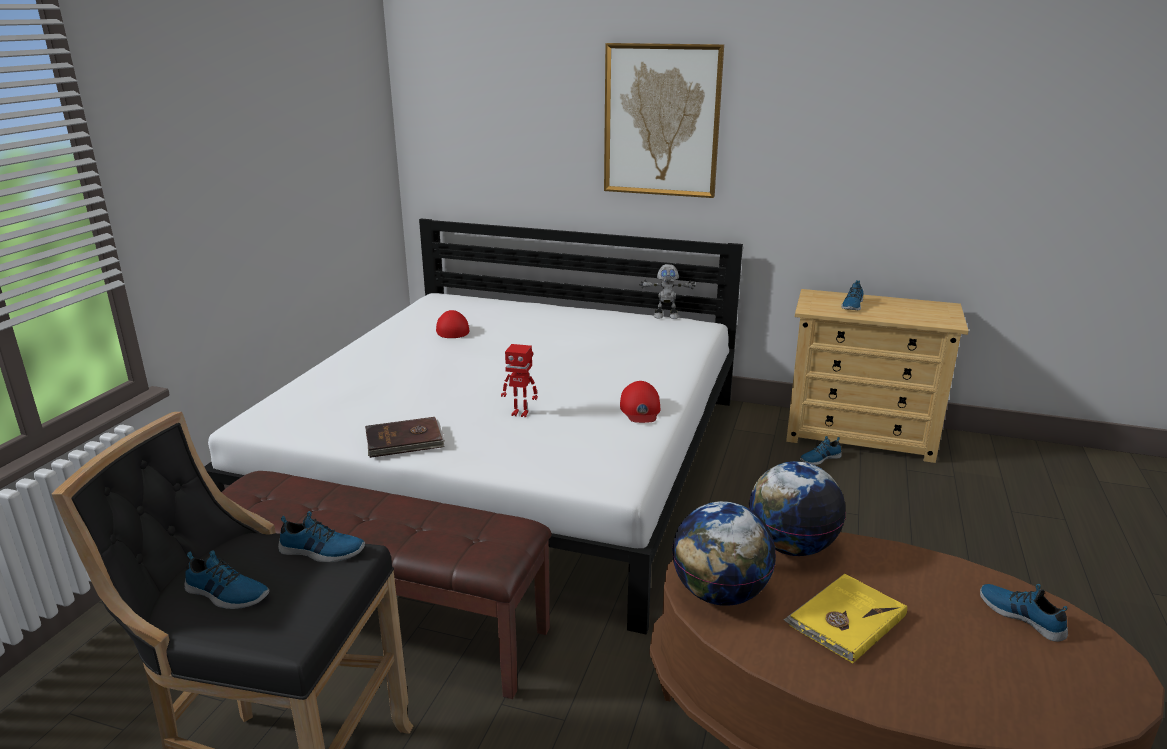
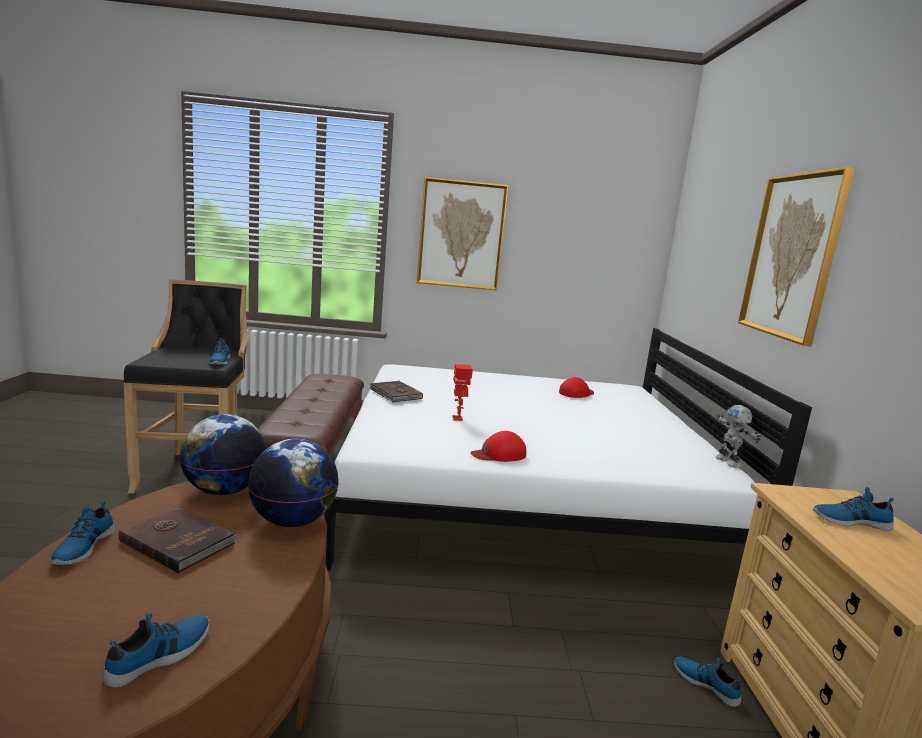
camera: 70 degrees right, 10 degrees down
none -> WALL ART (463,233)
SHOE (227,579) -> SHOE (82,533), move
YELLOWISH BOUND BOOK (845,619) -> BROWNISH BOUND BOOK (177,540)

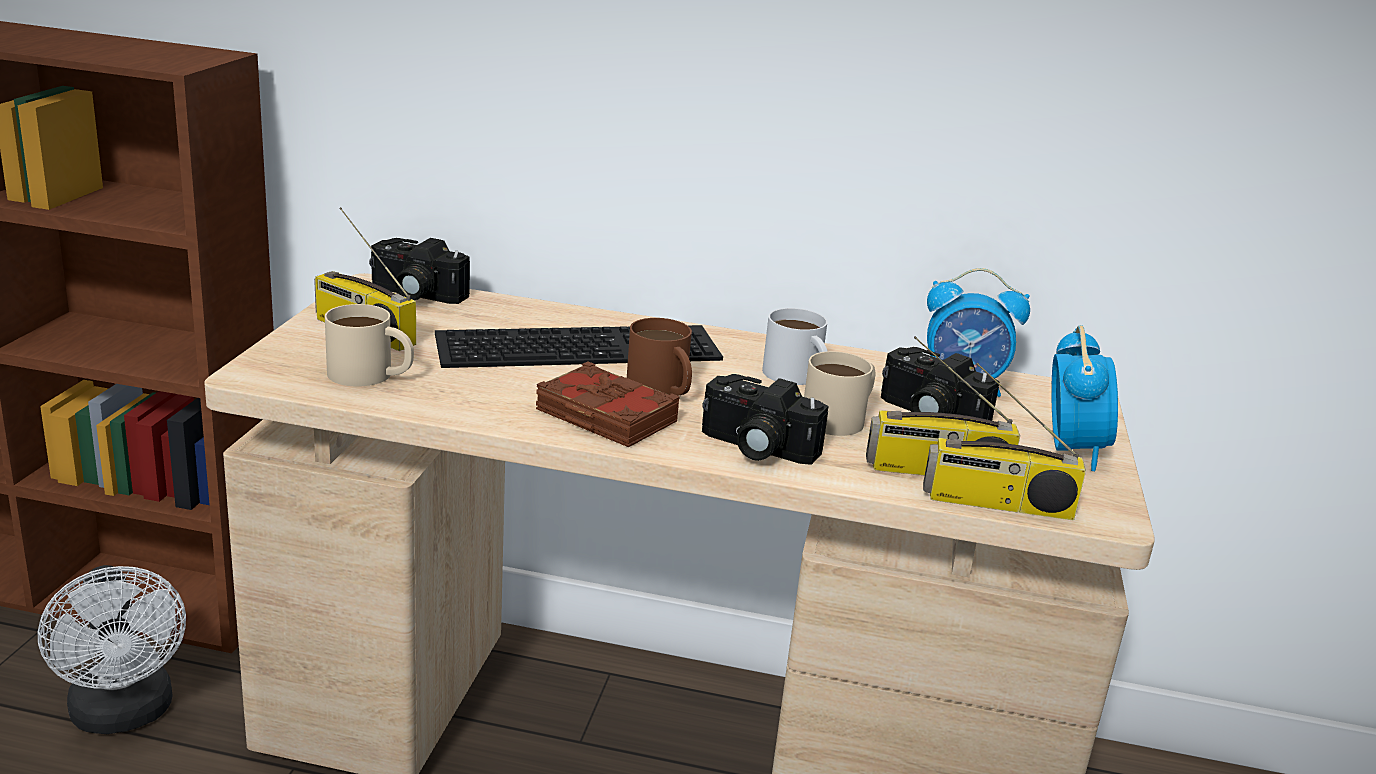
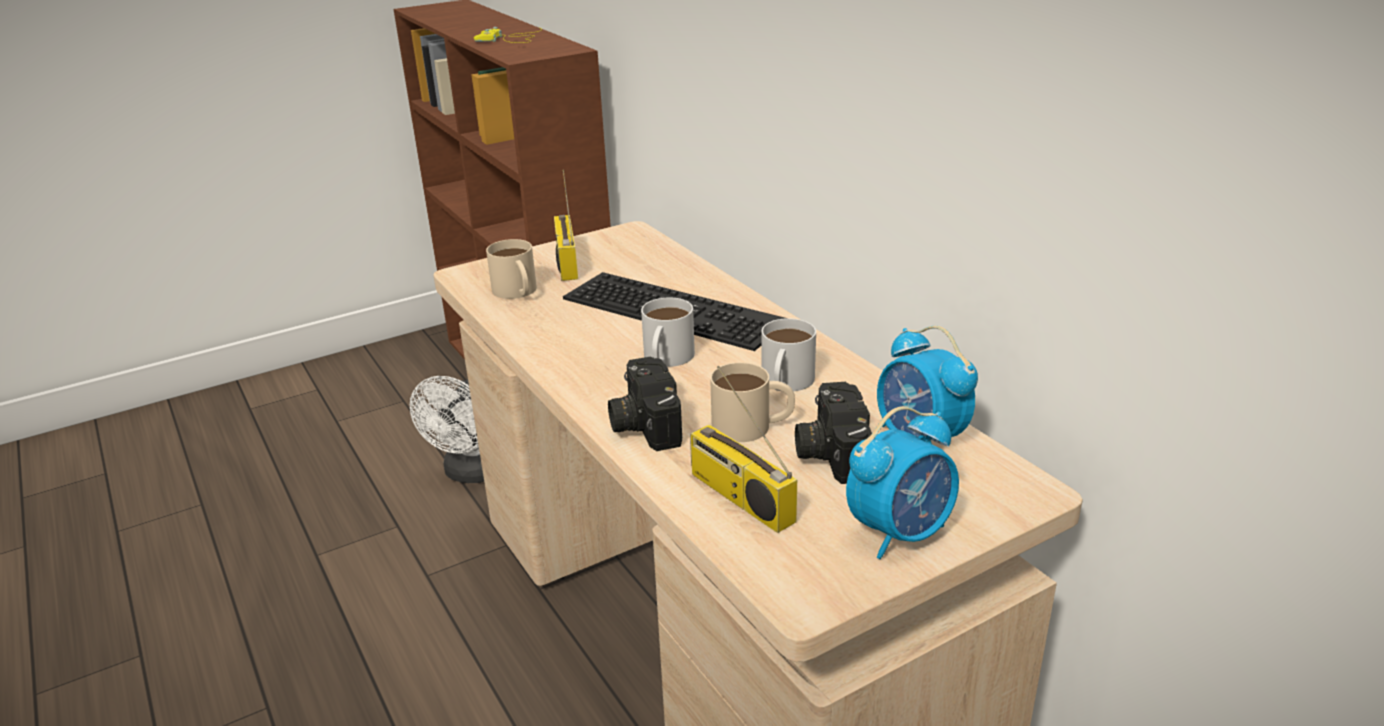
camera: 50 degrees right, 5 degrees up
STILL CAMERA (419,271) -> none
BROWNISH BOUND BOOK (608,404) -> none
RADIO SET (1004,441) -> none
none -> YELLOWISH GAMEPAD (507,35)
BROWNISH MUG (659,357) -> WHITE-COLOURED MUG (668,332)

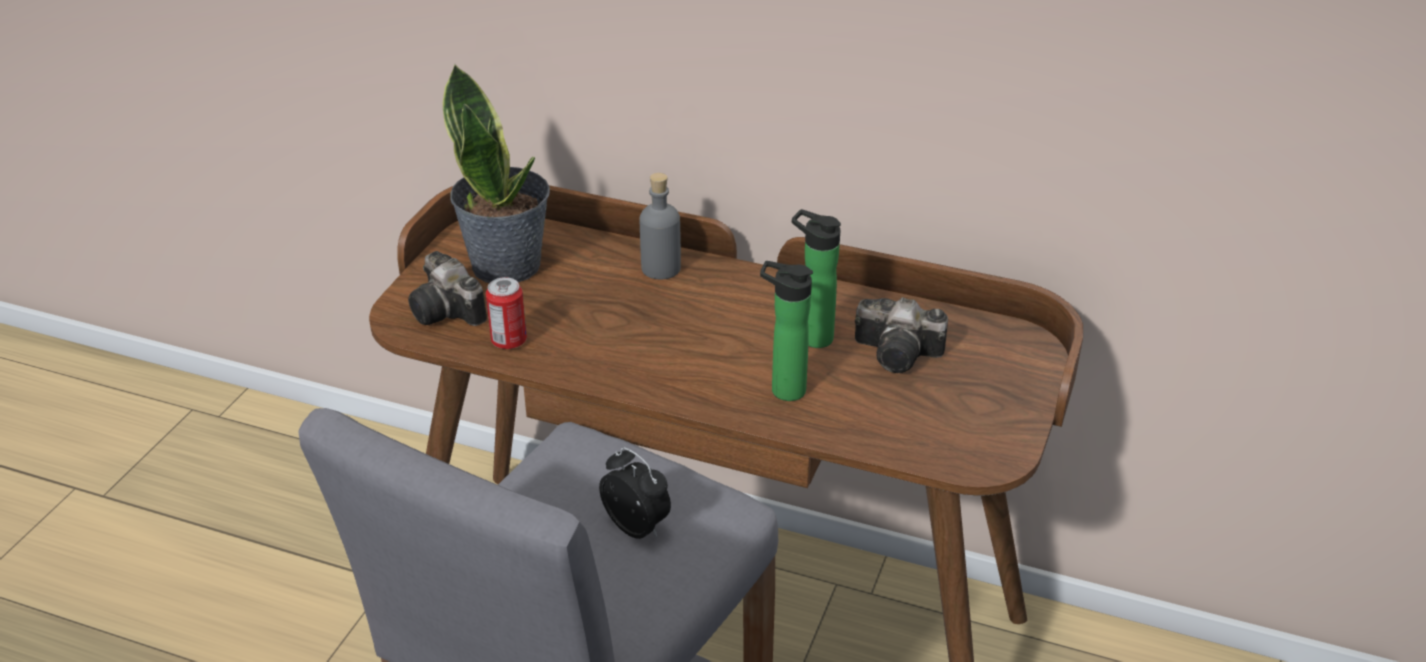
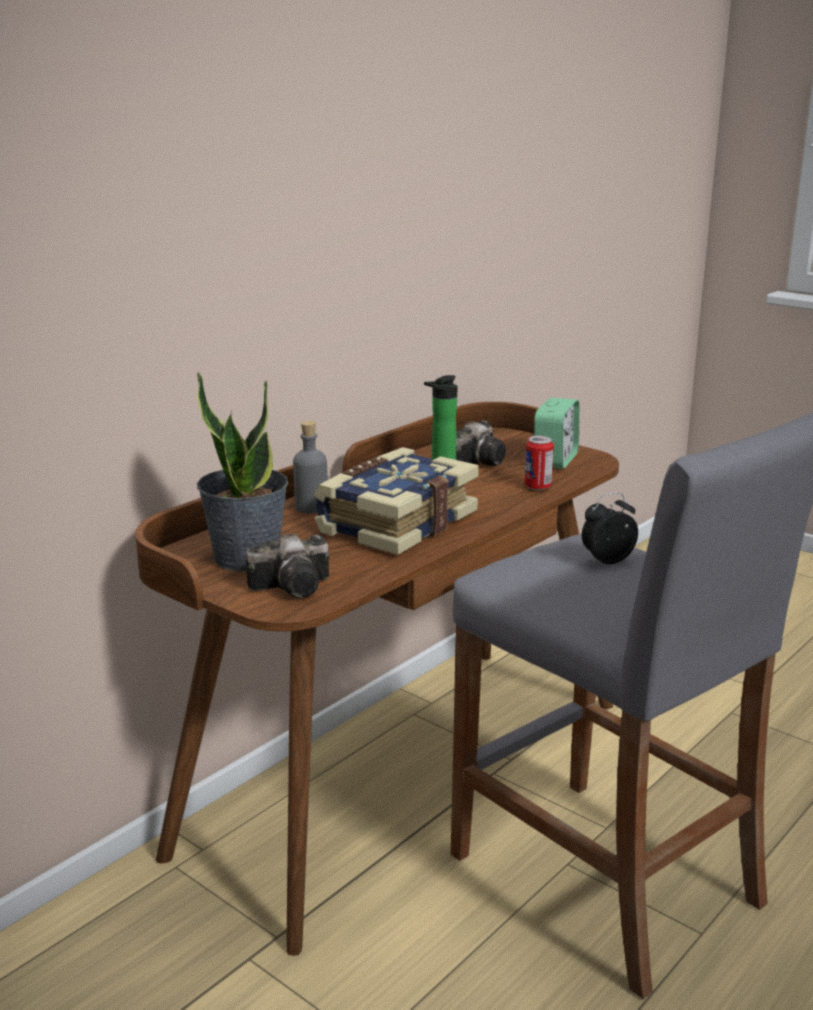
camera: 70 degrees left, 15 degrees down
BOTTLE (786,331) -> none
none -> BOUND BOOK (396,501)
none -> ALARM CLOCK (557,433)
CAN (506,313) -> CAN (539,463), move

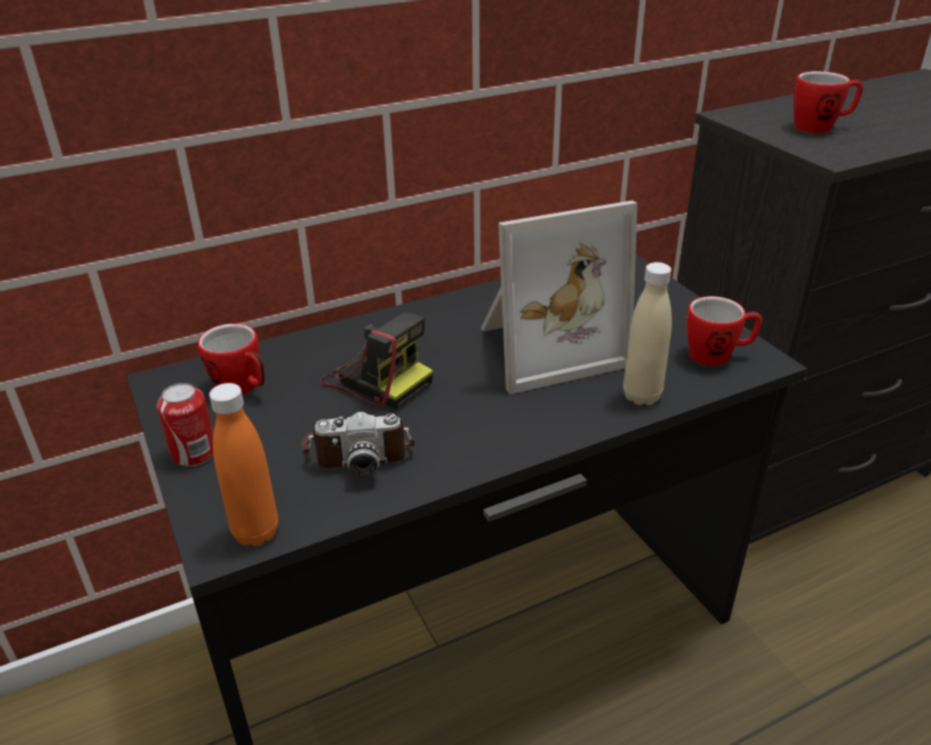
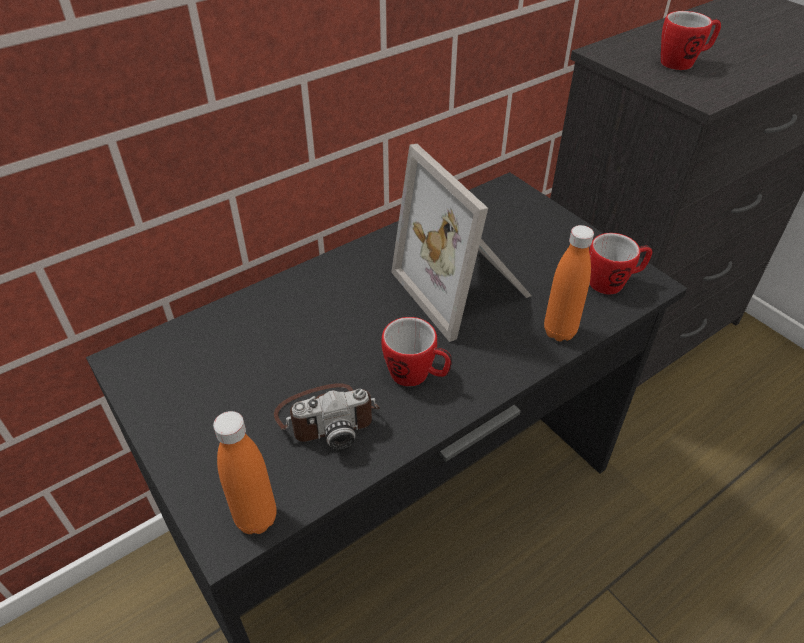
camera: 10 degrees left, 10 degrees up
CAN (185,425) -> none
STILL CAMERA (376,360) -> none
MUG (231,359) -> MUG (417,351), move
BEIGE-COLOURED BOTTLE (647,333) -> ORANGE BOTTLE (569,283)
STANDING FRAME (559,297) -> STANDING FRAME (461,243), 90 degrees clockwise

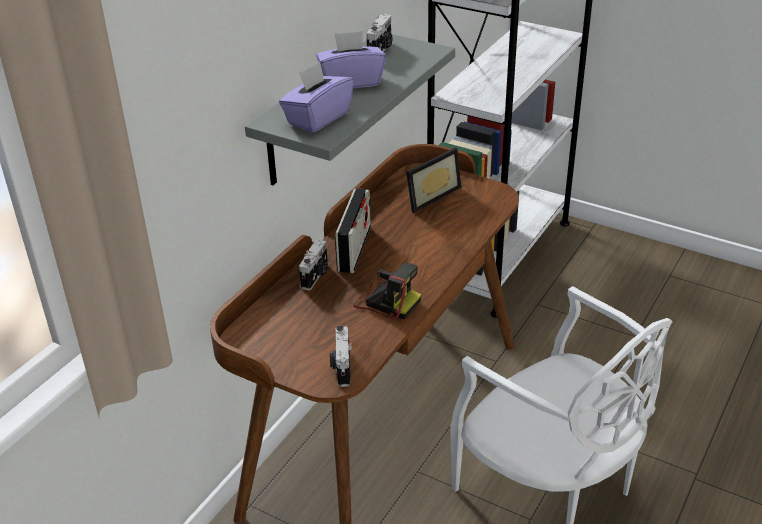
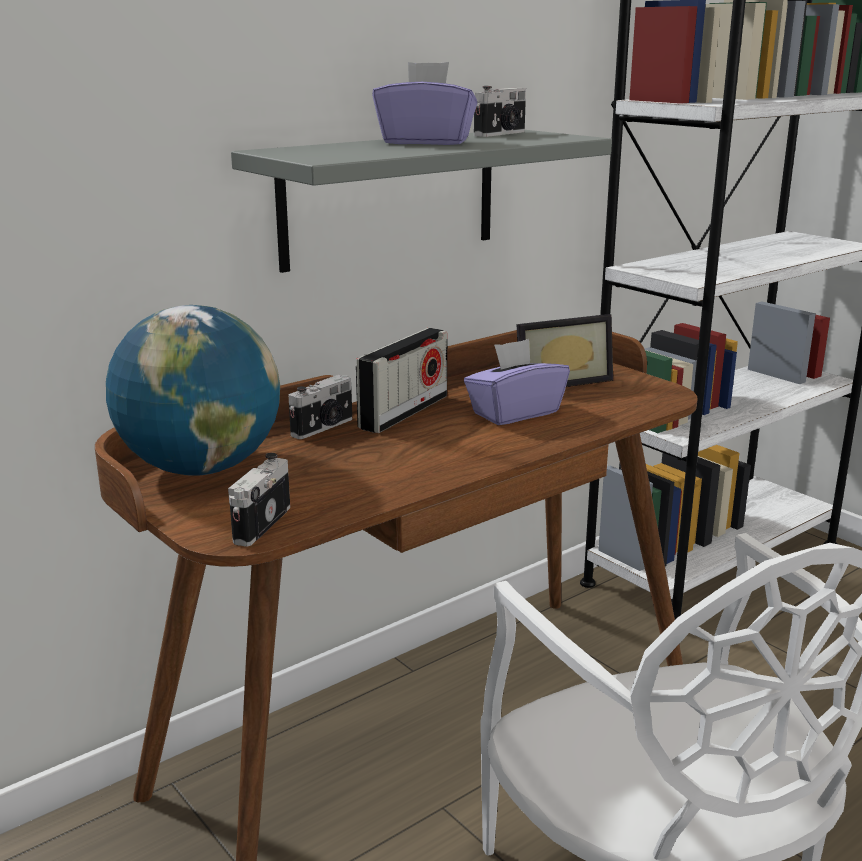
camera: 20 degrees right, 15 degrees down
STILL CAMERA (388,291) -> none
none -> GLOBE (193,390)
PURPLE BOX OF TISSUES (316,97) -> PURPLE BOX OF TISSUES (517,382), move

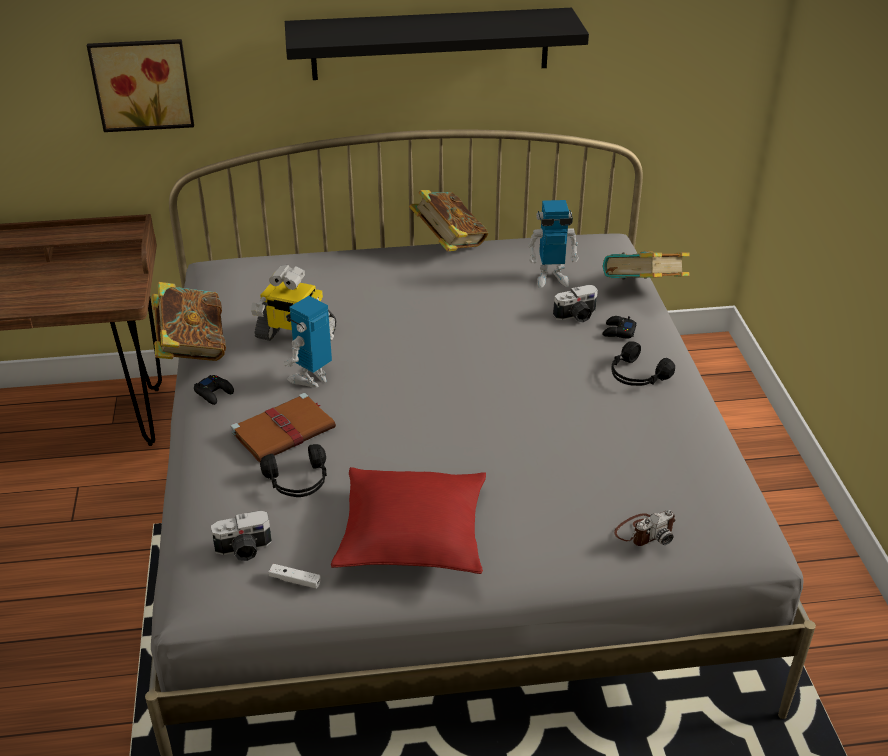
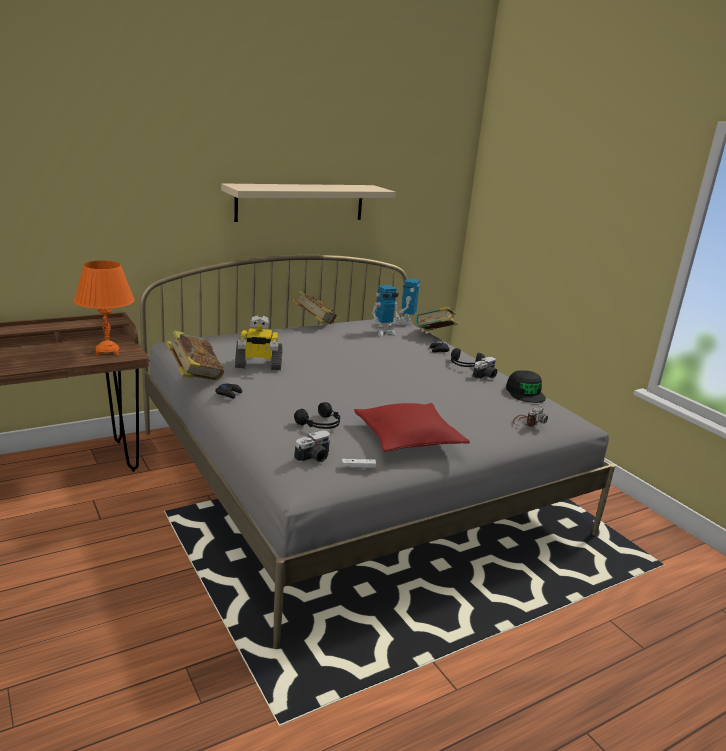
camera: 25 degrees left, 15 degrees down
WALL ART (140,85) -> none
BROWNISH BOUND BOOK (283,427) -> none
none -> ORANGE TABLETOP LAMP (104,308)
none -> BLACKISH PEAKED CAP (526,386)
ROBOT FIGURE (309,342) -> ROBOT FIGURE (407,301), move
STILL CAMERA (575,303) -> STILL CAMERA (485,368), move
BLACKISH WALL SHELF (437,44) -> BEIGE-COLOURED WALL SHELF (308,203)

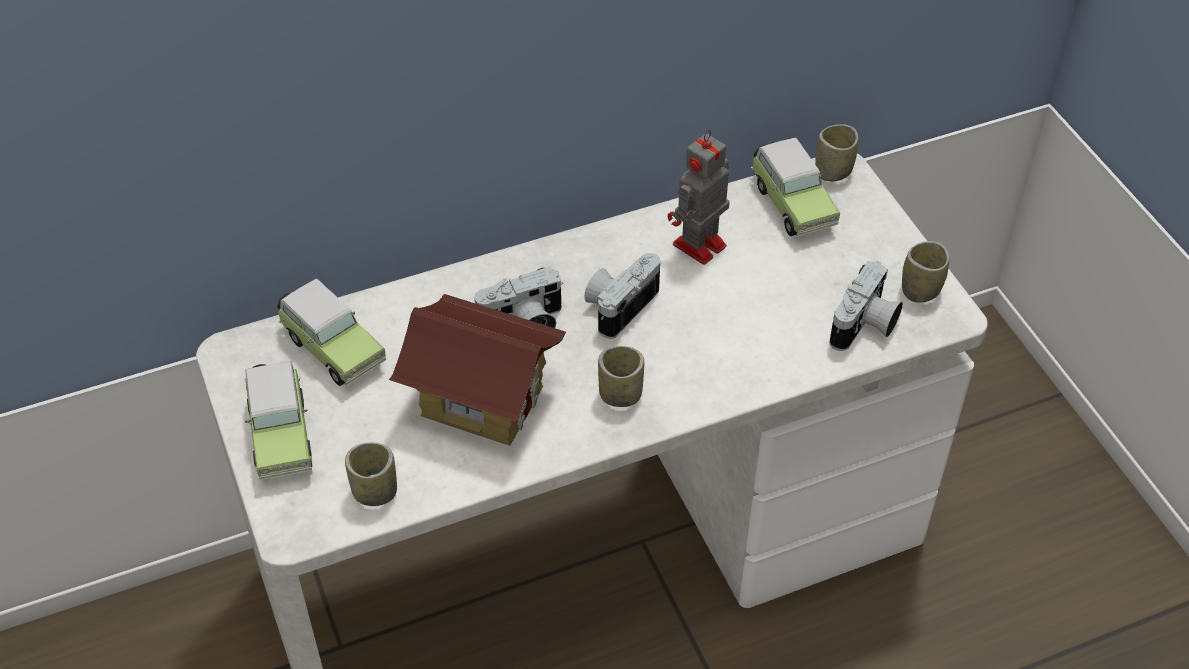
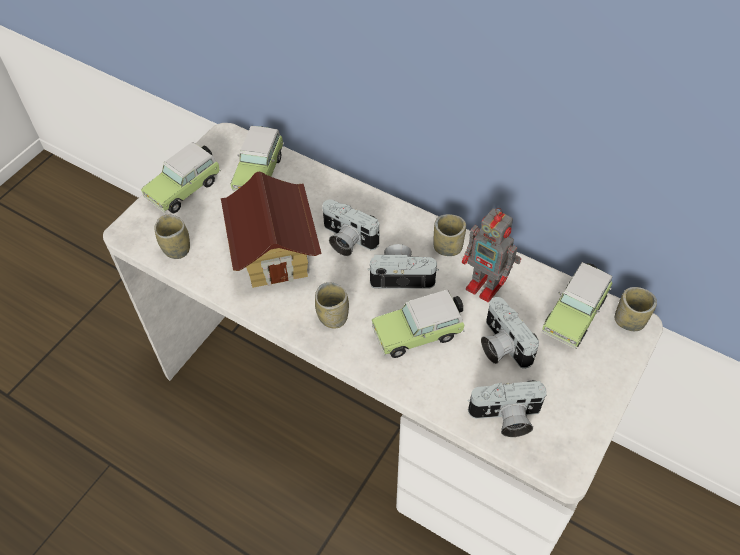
camera: 55 degrees right, 5 degrees up
none -> MODEL CAR (418,324)
none -> STILL CAMERA (510,333)
DRINKING CUP (925,272) -> DRINKING CUP (449,235), move
ROBOT FIGURE (698,197) -> ROBOT FIGURE (491,255), 150 degrees counterclockwise

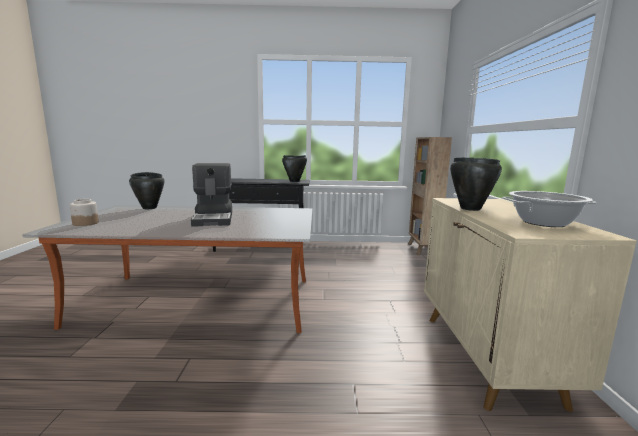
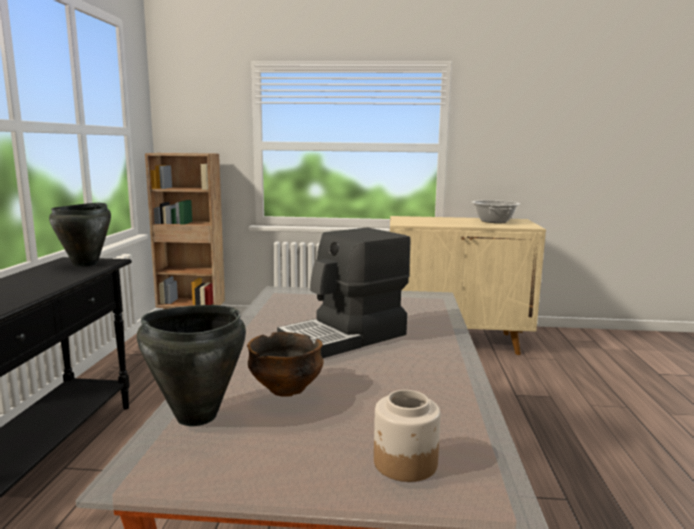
camera: 85 degrees left, 0 degrees up
BLACKISH STOCKPOT (476,184) -> none
none -> BOWL (285,364)
COFFEE BREWER (211,195) -> COFFEE BREWER (344,292), 150 degrees clockwise

